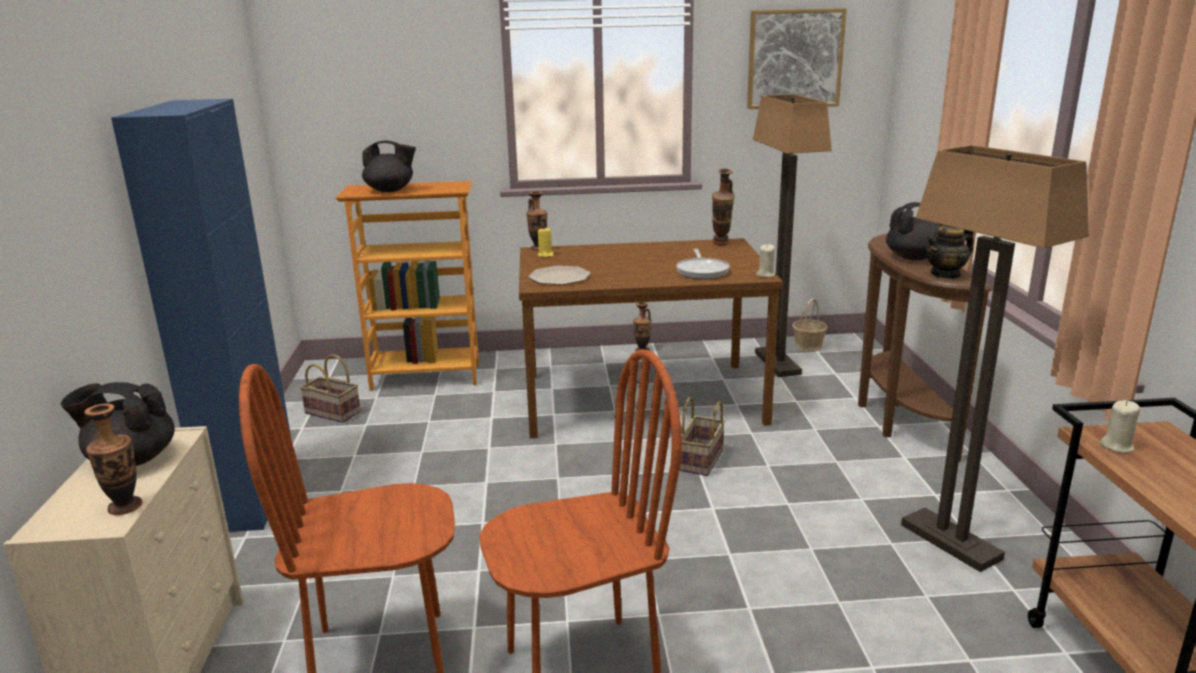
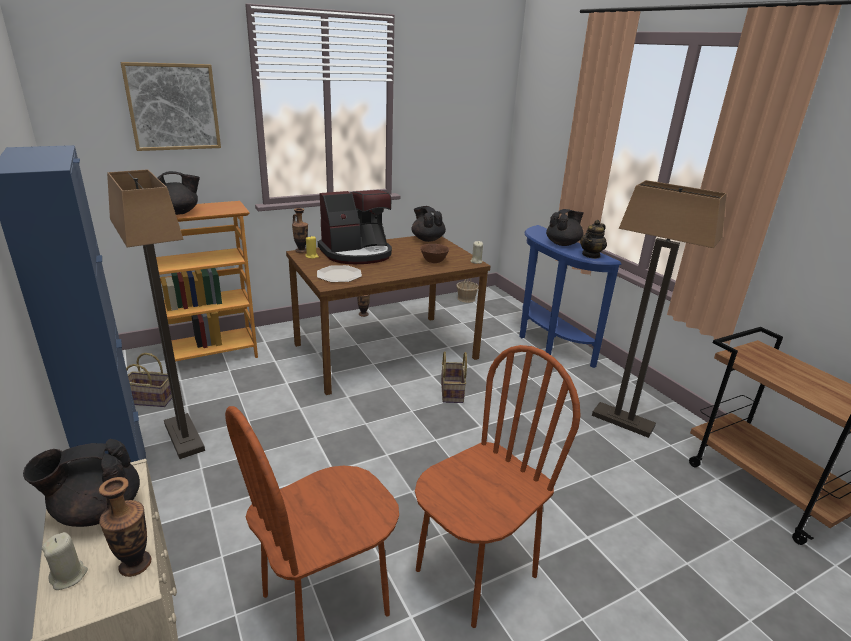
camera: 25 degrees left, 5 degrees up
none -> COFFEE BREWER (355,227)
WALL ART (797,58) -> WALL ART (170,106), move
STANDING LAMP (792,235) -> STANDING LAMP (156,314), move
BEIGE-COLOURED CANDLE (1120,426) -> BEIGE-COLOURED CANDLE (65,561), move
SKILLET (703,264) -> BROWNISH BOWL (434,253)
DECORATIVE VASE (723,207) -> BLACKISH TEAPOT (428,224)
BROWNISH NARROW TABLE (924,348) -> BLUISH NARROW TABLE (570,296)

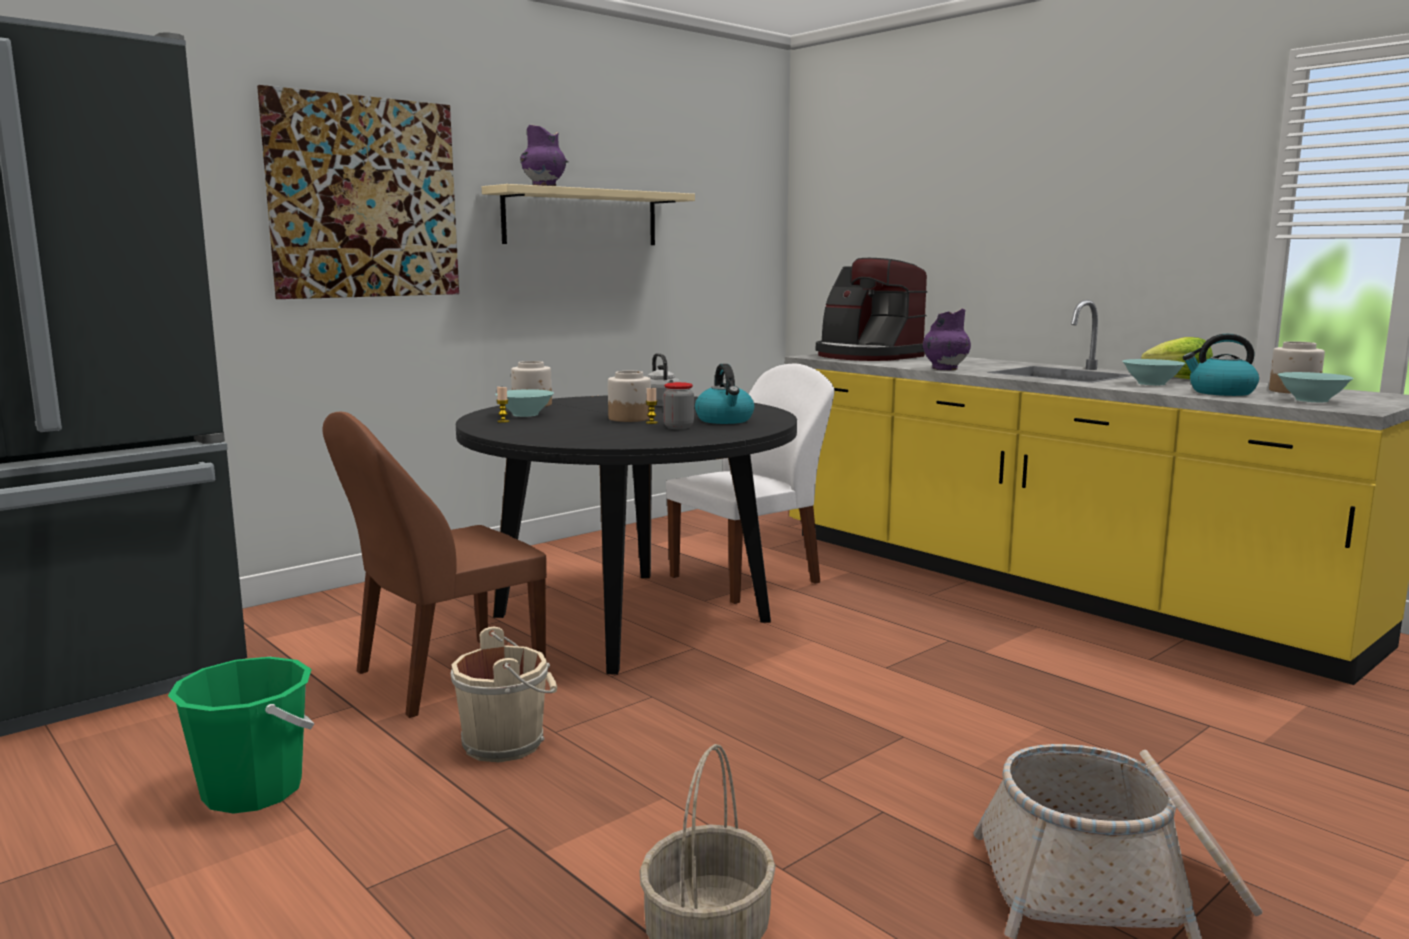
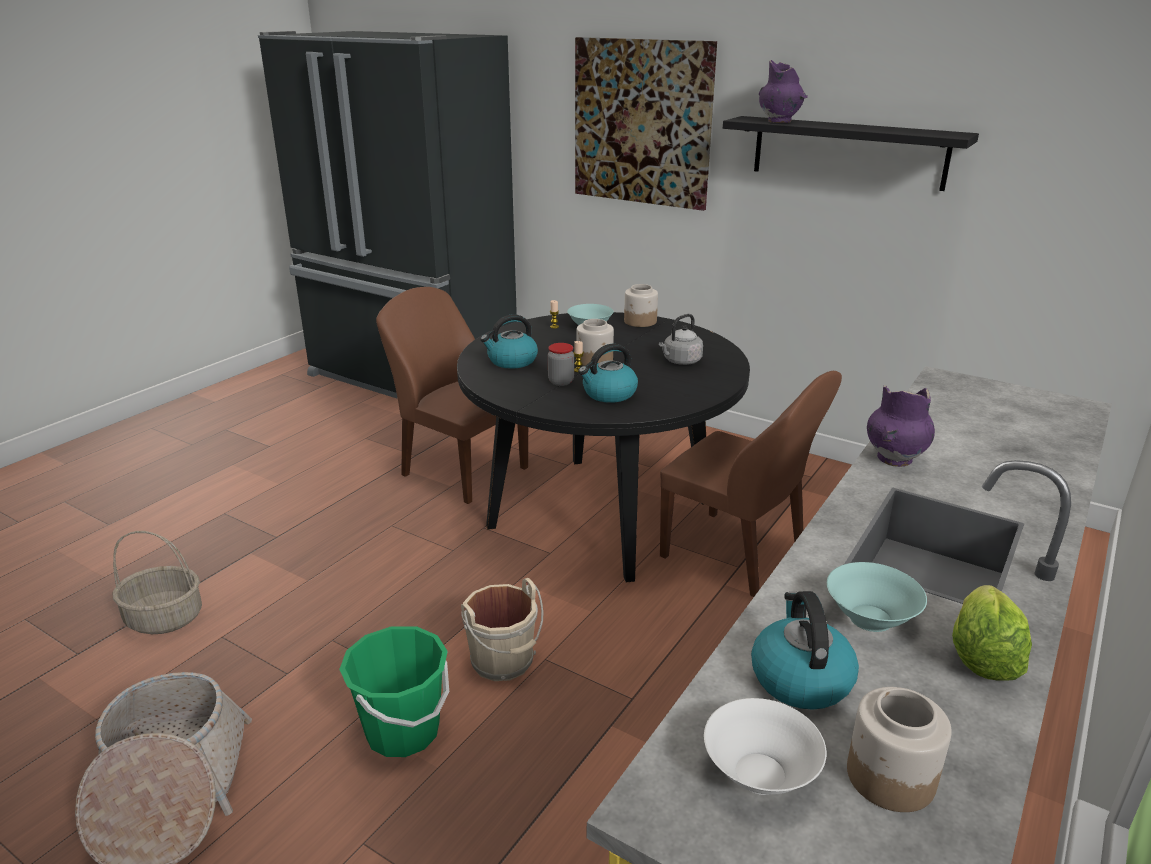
camera: 75 degrees right, 15 degrees up
COFFEE BREWER (872,309) -> none
none -> TEA KETTLE (509,341)
GREEN BUCKET (241,735) -> GREEN BUCKET (394,691), move
BEIGE-COLOURED BUCKET (503,694) -> BEIGE-COLOURED BUCKET (502,629), move
BEIGE-COLOURED WALL SHELF (588,214) -> BLACKISH WALL SHELF (851,153)
WHITE-COLOURED PLAIN CHAIR (750,483) -> BROWNISH PLAIN CHAIR (751,484)
TURQUOISE-COLOURED BOWL (1315,387) -> WHITE-COLOURED BOWL (765,746)

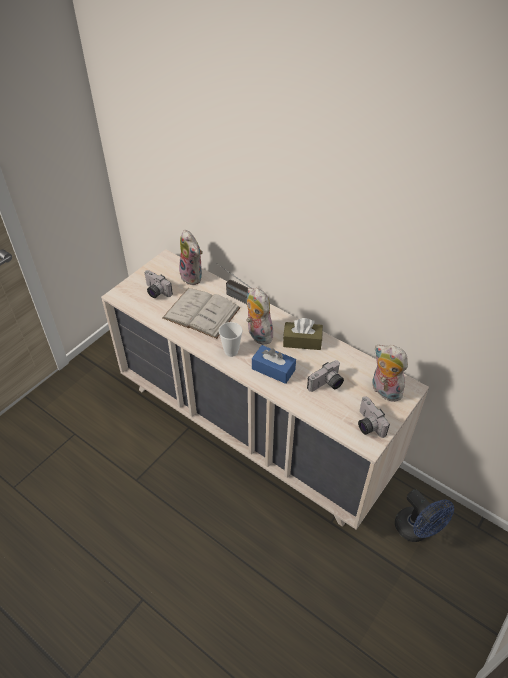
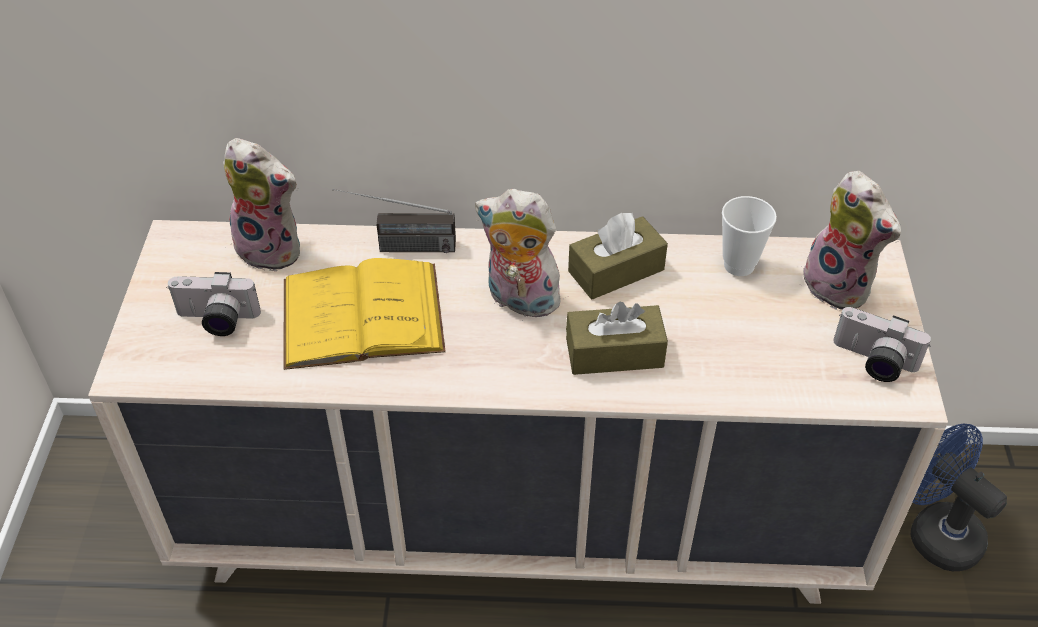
camera: 35 degrees left, 0 degrees up
STILL CAMERA (325,376) -> none
DRINKING CUP (230,339) -> DRINKING CUP (749,236), move
WHITE-COLOURED BOUND BOOK (201,313) -> YELLOWISH BOUND BOOK (365,314)
BLUISH BOX OF TISSUES (274,364) -> BROWNISH BOX OF TISSUES (617,338)
SOFT TOY (390,373) -> SOFT TOY (851,240), 135 degrees counterclockwise
BLUISH ELECTRIC FAN (424,516) -> BLUISH ELECTRIC FAN (959,497), 150 degrees counterclockwise

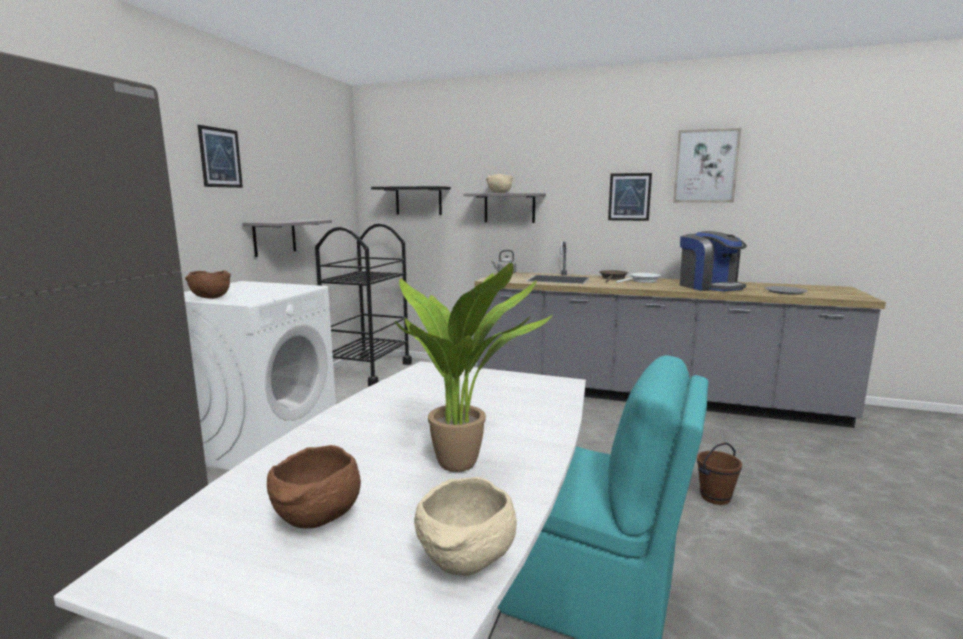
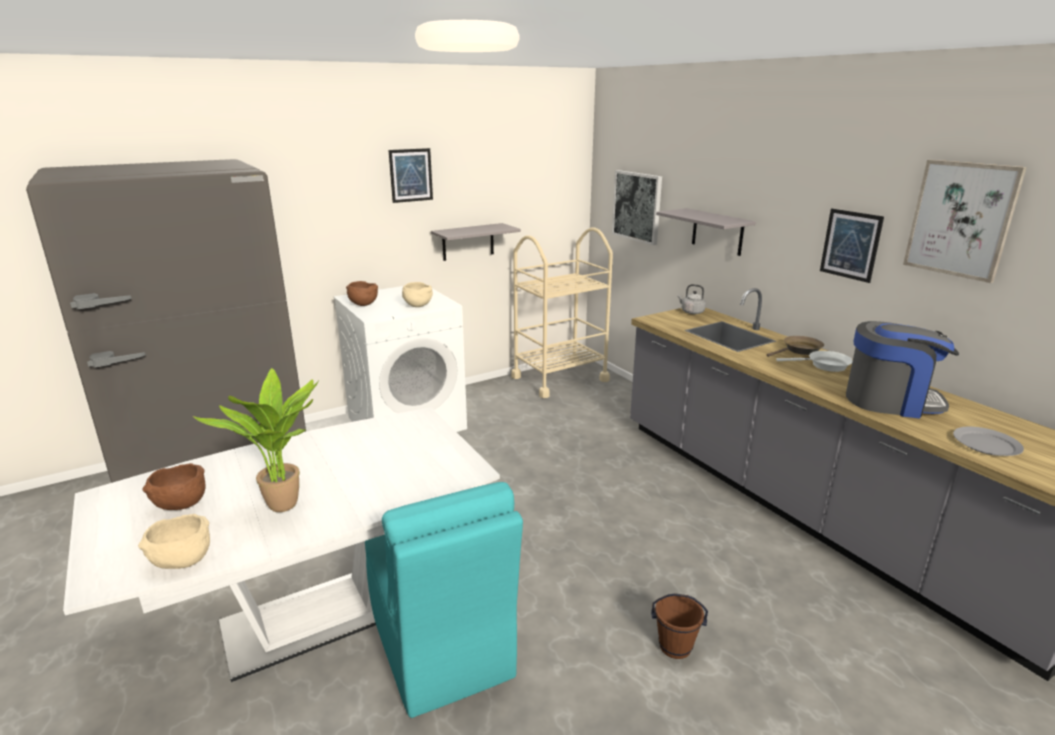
camera: 40 degrees right, 10 degrees up
BEIGE-COLOURED BOWL (499,183) -> BEIGE-COLOURED BOWL (417,294), move
BLACKISH WALL SHELF (411,200) -> WALL ART (637,207)
BLACKISH CART (363,304) -> BEIGE-COLOURED CART (562,312)
COFFEE BREWER (713,261) -> COFFEE BREWER (902,370), 90 degrees counterclockwise

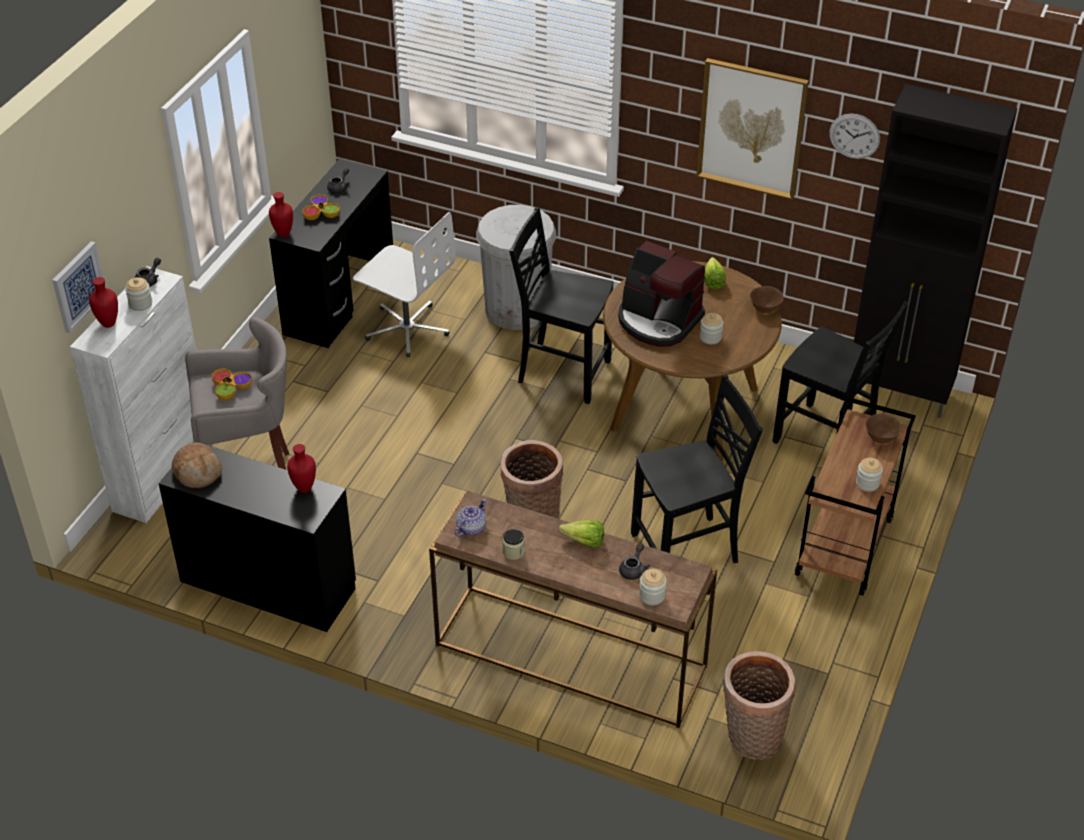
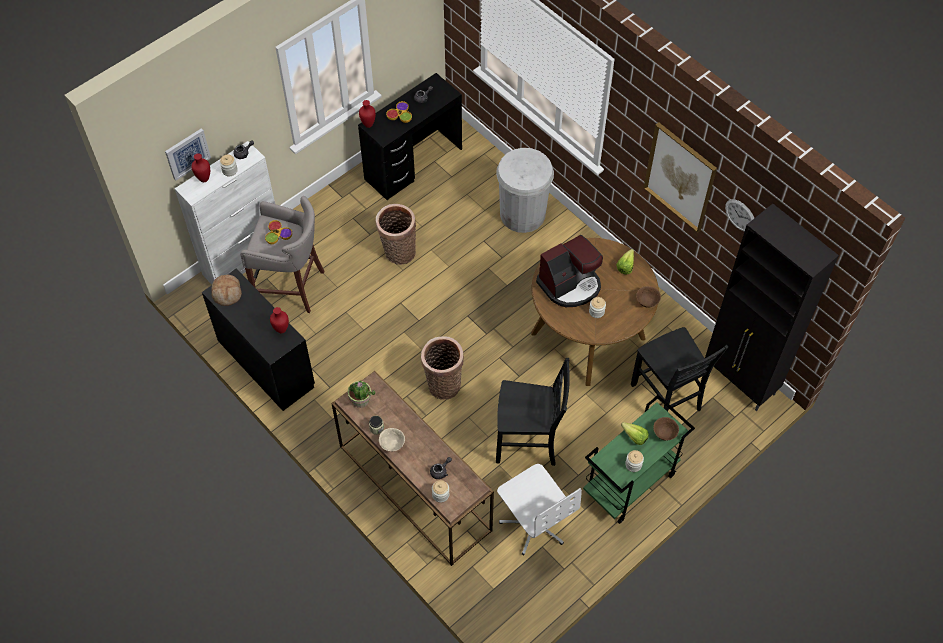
camera: 25 degrees right, 15 degrees up
BLACKISH PLAIN CHAIR (561,305) -> none
none -> BEIGE-COLOURED BOWL (392,439)
WHITE-COLOURED DESK CHAIR (404,284) -> WHITE-COLOURED DESK CHAIR (539,509), move
LETTUCE (581,534) -> LETTUCE (635,433), move
STORAGE BASKET (759,705) -> STORAGE BASKET (396,234), move
TEAPOT (470,518) -> HOUSEPLANT (361,394)
BROWNISH CART (855,496) -> GREEN CART (639,459)
COFFEE BREWER (661,294) -> COFFEE BREWER (569,271), 90 degrees counterclockwise

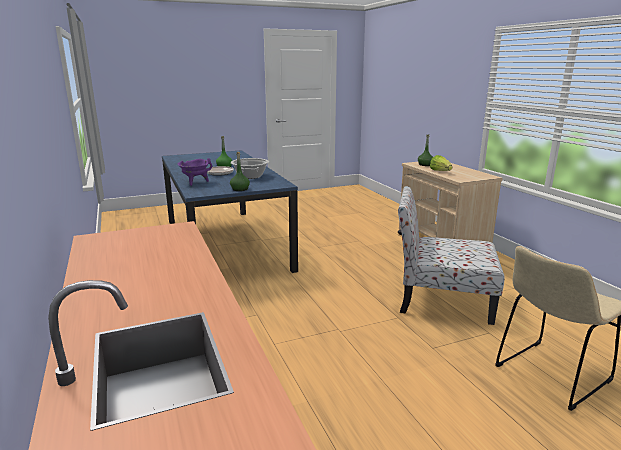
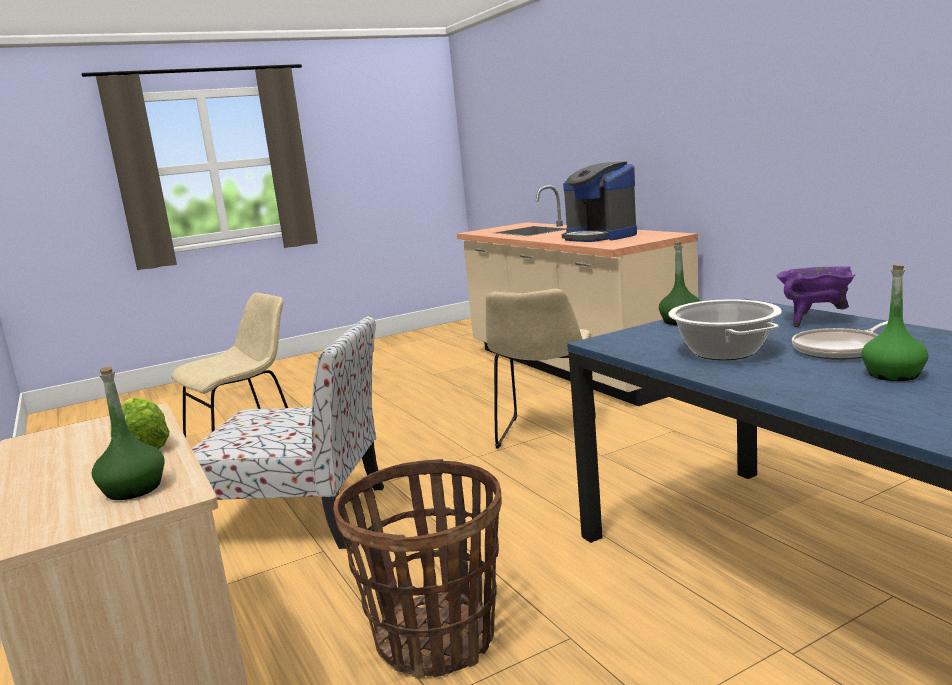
camera: 175 degrees right, 5 degrees down
none -> STORAGE BASKET (417,568)
none -> BEIGE-COLOURED PLAIN CHAIR (541,368)
none -> COFFEE BREWER (599,201)

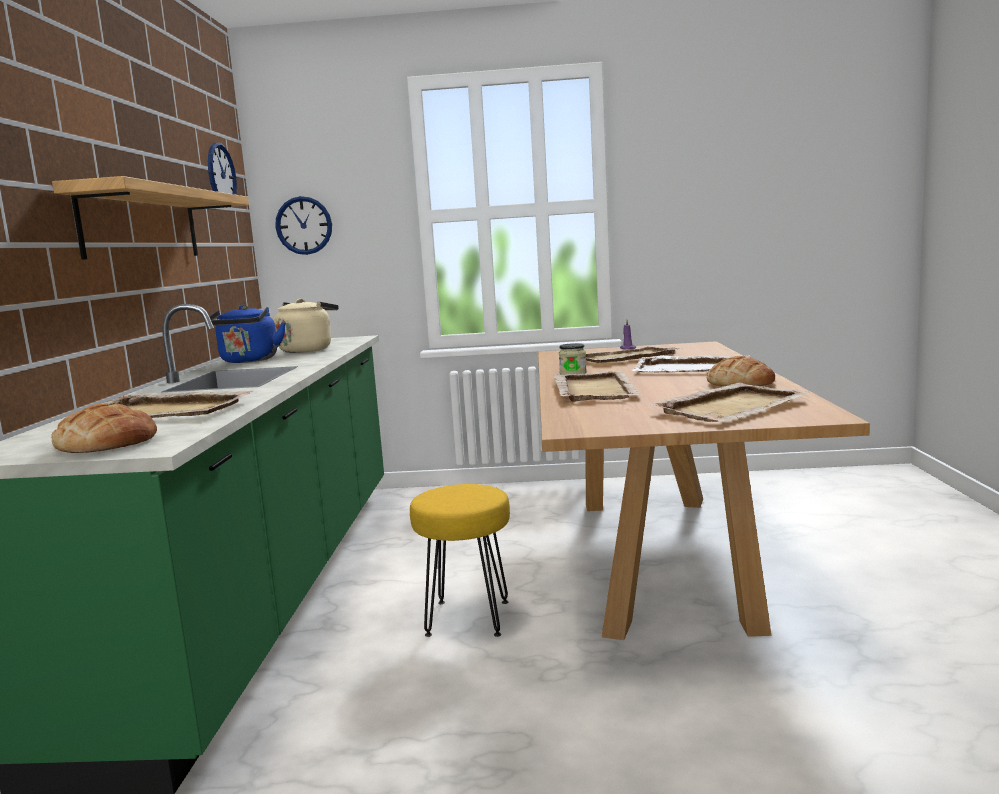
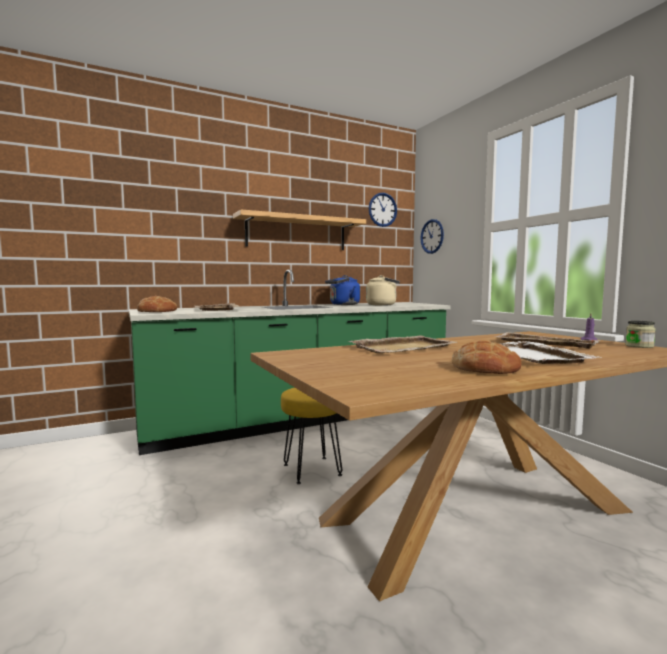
camera: 60 degrees right, 5 degrees down
BEIGE-COLOURED CARRYING TRAY (730,402) -> none
PRESERVE JAR (573,359) -> PRESERVE JAR (640,334), move

